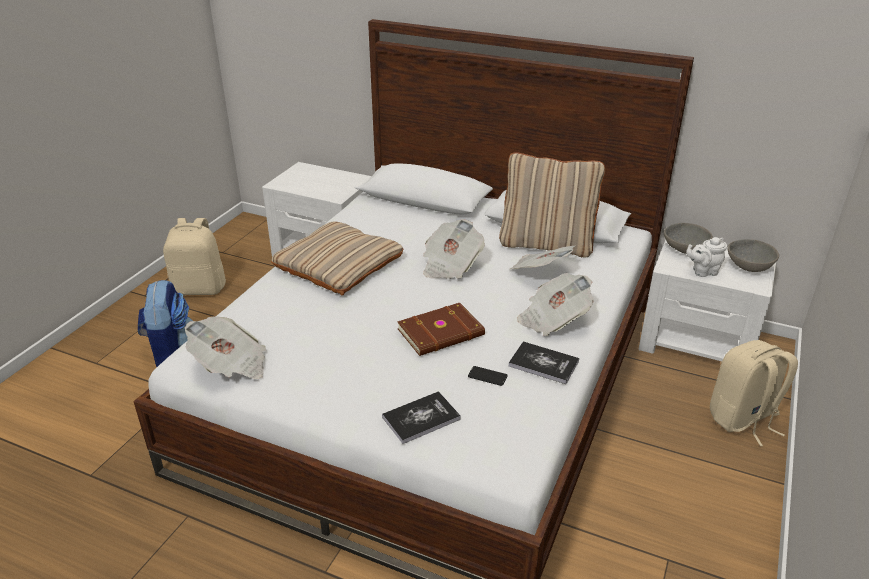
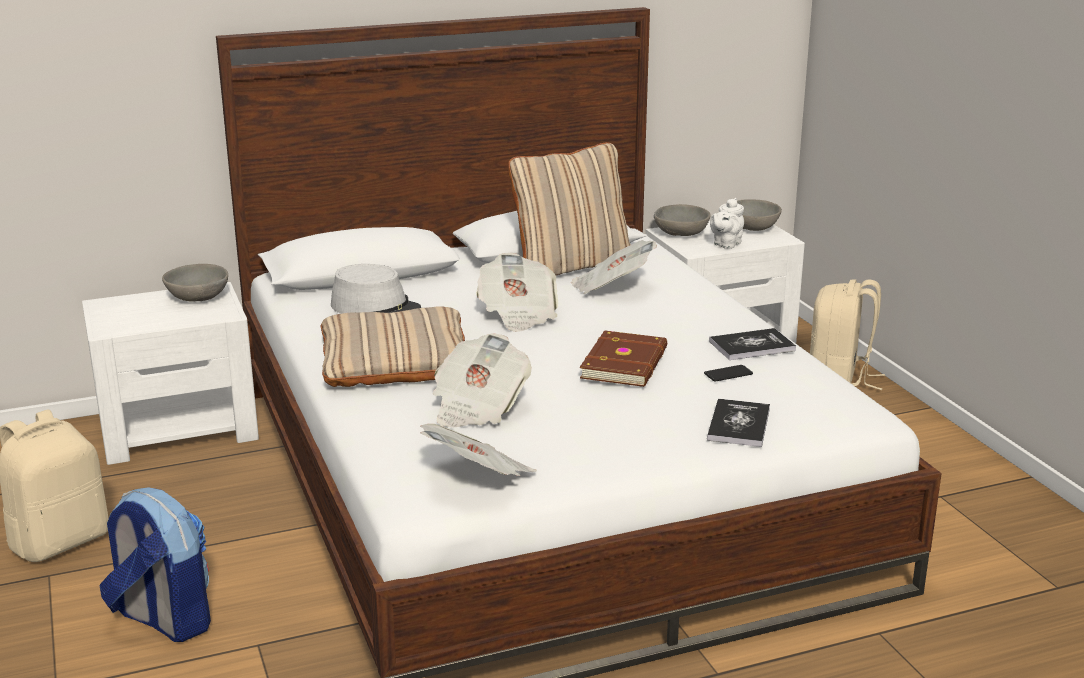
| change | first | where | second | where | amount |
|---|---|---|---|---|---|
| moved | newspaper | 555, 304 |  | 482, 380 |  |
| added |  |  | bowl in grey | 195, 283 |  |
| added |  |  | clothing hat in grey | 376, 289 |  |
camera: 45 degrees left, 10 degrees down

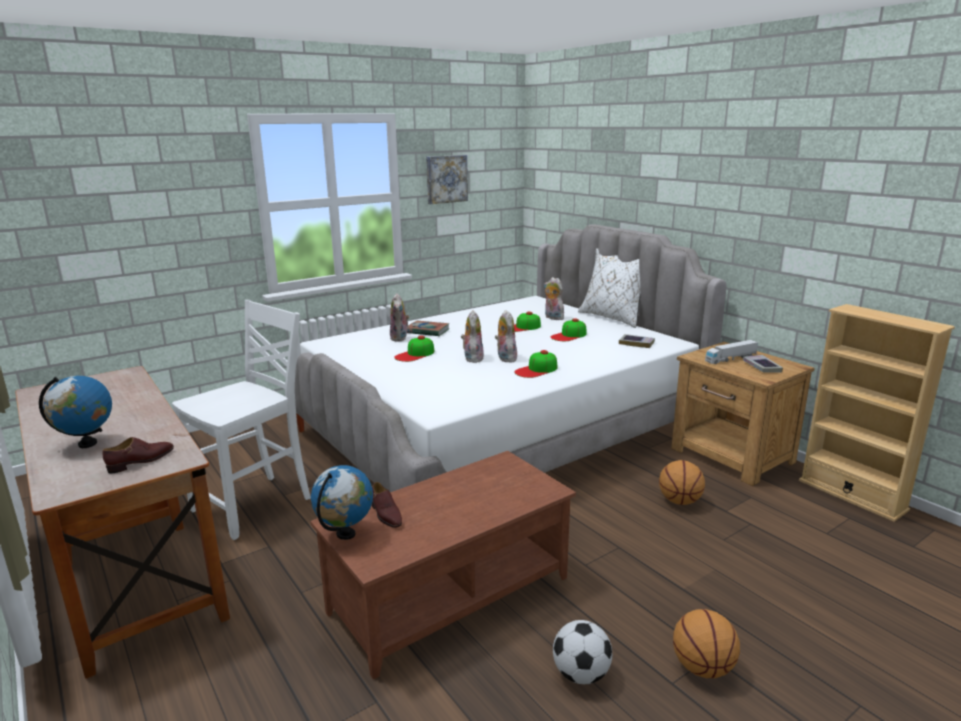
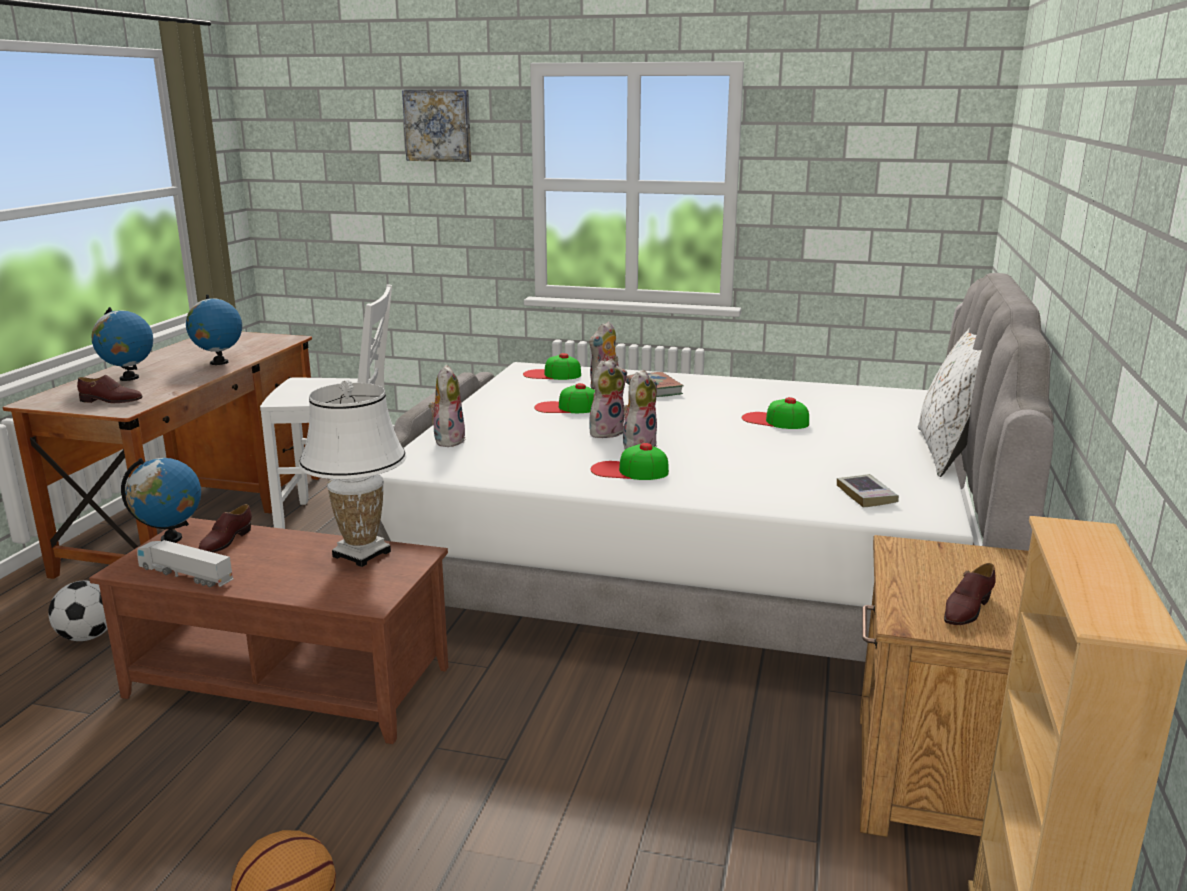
| change | first | where | second | where | amount |
|---|---|---|---|---|---|
| moved | wall art | 447, 179 |  | 436, 126 |  |
| moved | cuddly toy | 554, 298 |  | 447, 406 |  |
| moved | baseball cap | 568, 329 |  | 552, 366 |  |
| moved | football | 582, 652 |  | 77, 611 |  |
| removed | ball for basketball | 682, 482 |  |  |  |
| moved | model truck | 731, 352 |  | 185, 563 |  |
| replaced | book | 763, 364 | shoe in brown | 970, 594 |  |
| added |  |  | globe | 214, 330 |  |
| added |  |  | table lamp in white-coloured | 353, 473 |  |
camera: 50 degrees right, 0 degrees up

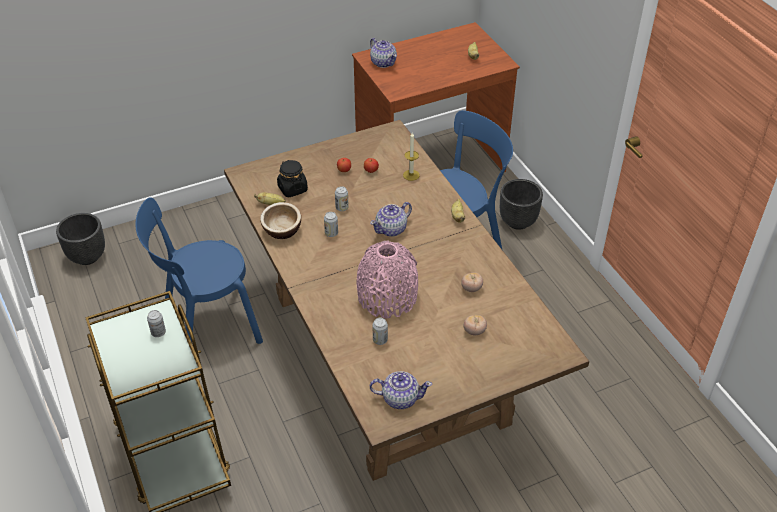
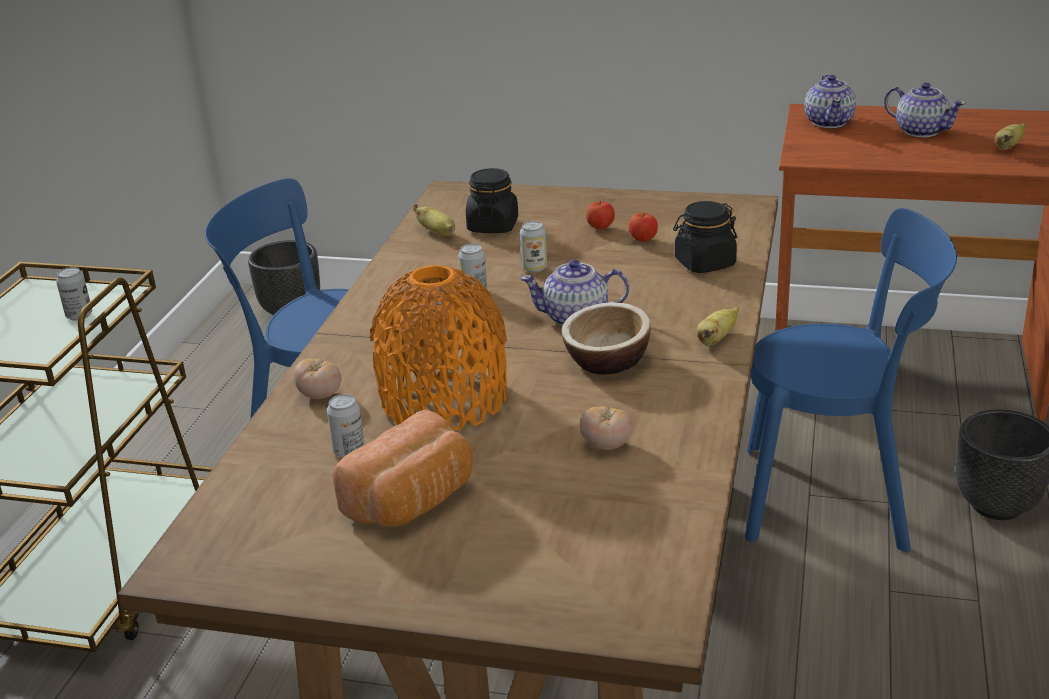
| change | first | where | second | where | amount |
|---|---|---|---|---|---|
| moved | bowl | 280, 220 |  | 606, 338 |  |
| recoloured | vase in pink | 387, 280 | vase in orange | 438, 348 |  |
| moved | tea pot | 401, 390 |  | 925, 110 |  |
| replaced | wax light | 411, 157 | preserve jar in blackish | 705, 237 |  |
| moved | whole tomato | 475, 325 |  | 317, 378 |  |
| added |  |  | bakery bread | 403, 468 |  |
camera: 40 degrees right, 15 degrees down

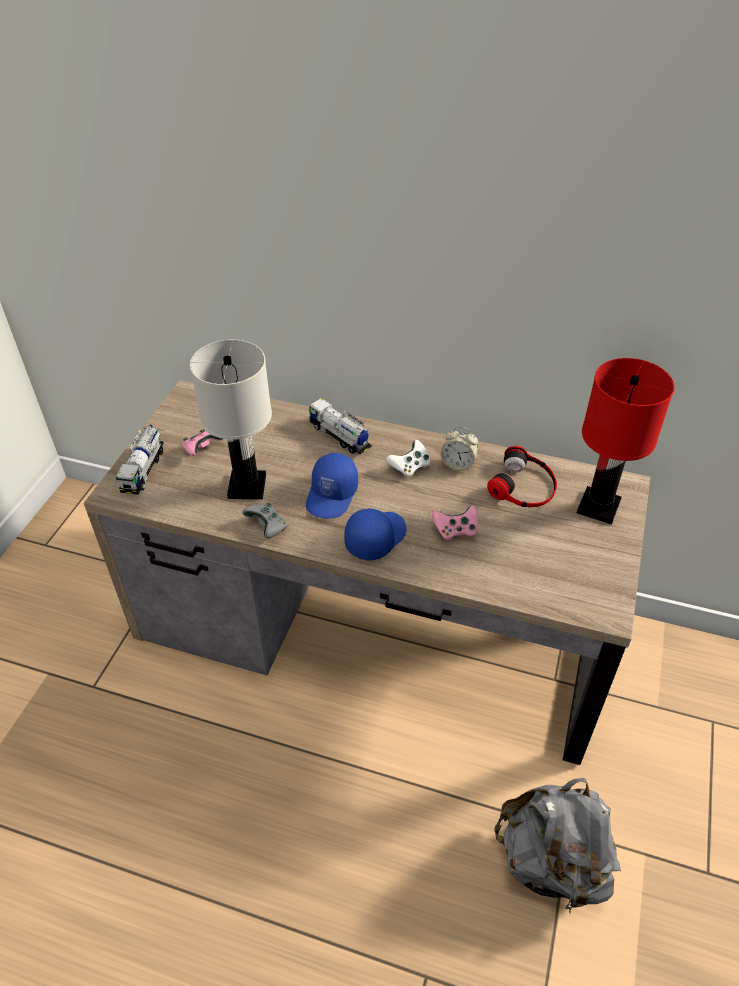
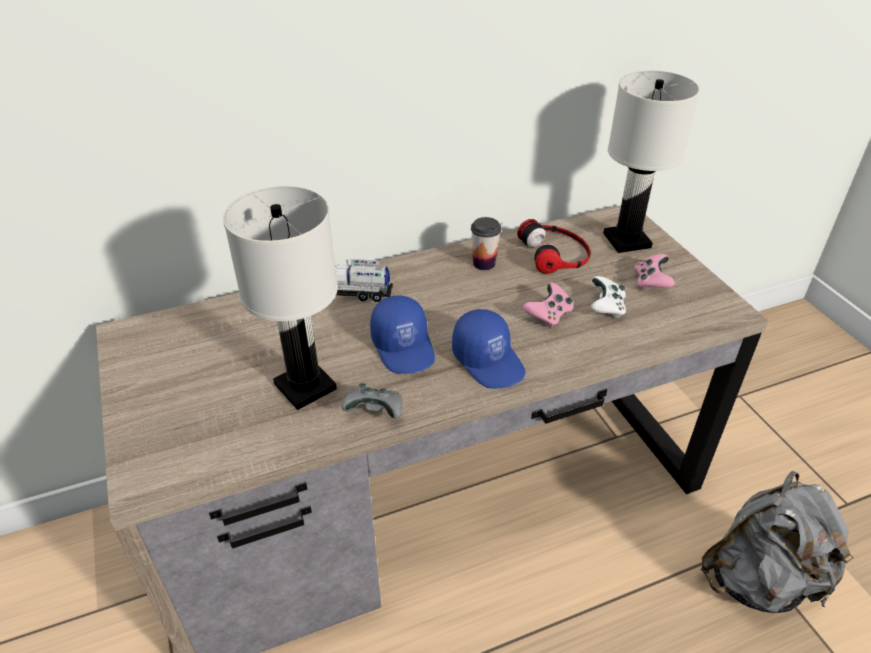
| change | first | where | second | where | amount |
|---|---|---|---|---|---|
| removed | model truck | 139, 460 |  |  |  |
| moved | joypad in pink | 202, 442 |  | 654, 272 |  |
| turned | baseball cap in blue-coloured | 375, 534 |  | 488, 349 | 150 degrees clockwise |
| moved | joypad in white-coloured | 408, 459 |  | 608, 297 |  |
| replaced | alarm clock | 459, 449 | cup | 486, 243 |  |
| recoloured | table lamp in red | 625, 441 | table lamp in white-coloured | 651, 161 |  |
camera: 40 degrees left, 5 degrees down

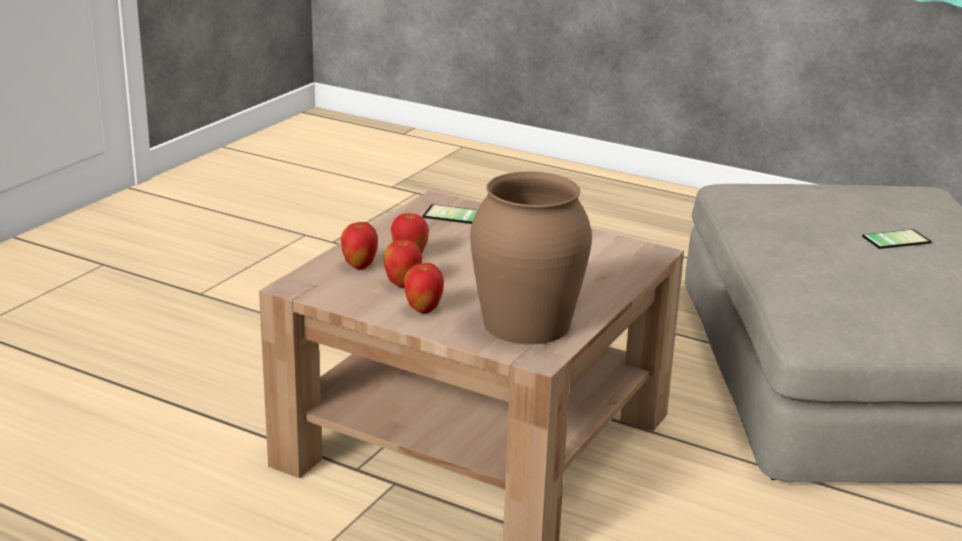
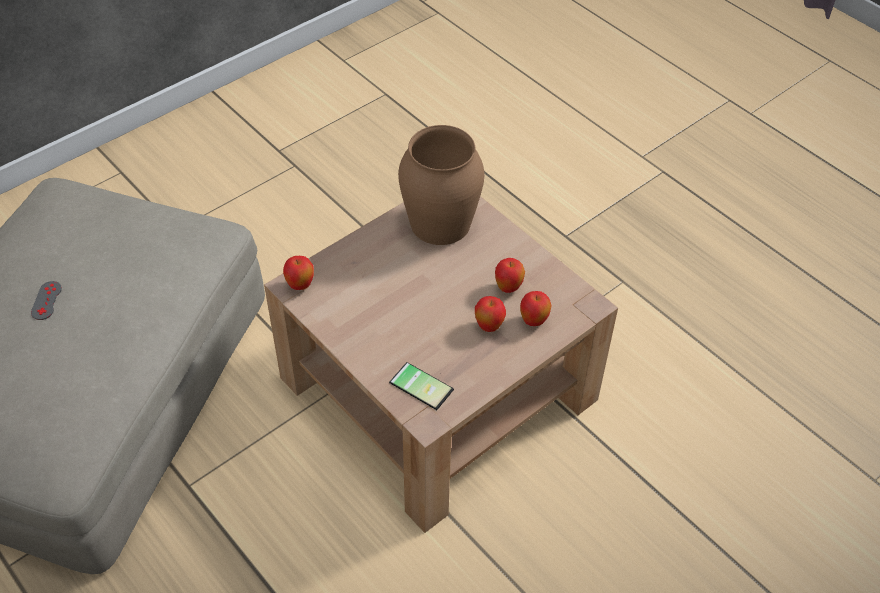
| change | first | where | second | where | amount |
|---|---|---|---|---|---|
| moved | apple | 424, 288 |  | 298, 273 |  |
| replaced | phone | 897, 239 | joypad in grey | 46, 300 |  |
camera: 160 degrees left, 25 degrees up

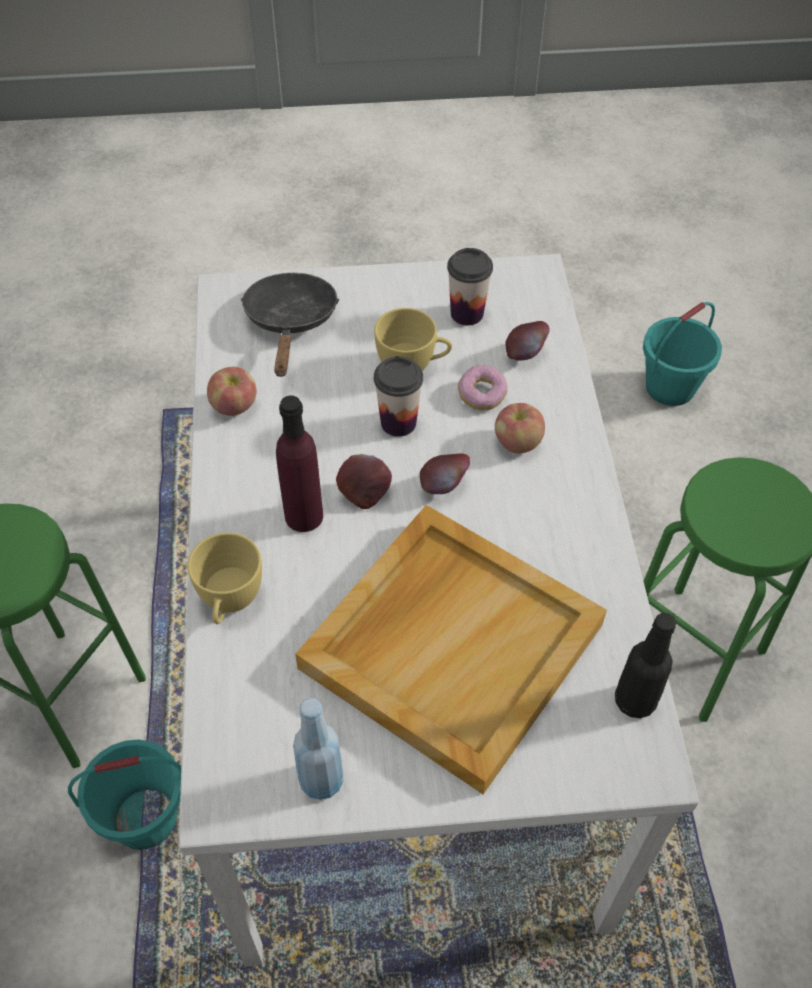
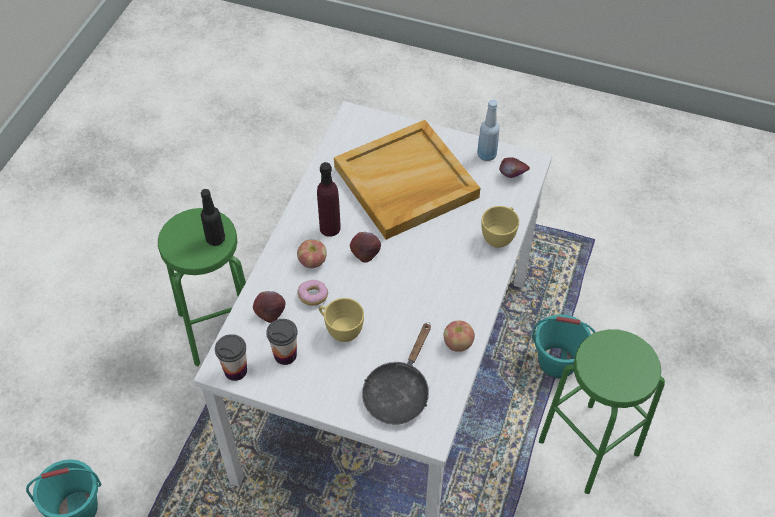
| change | first | where | second | where | amount |
|---|---|---|---|---|---|
| moved | beverage bottle in purplish | 299, 463 |  | 329, 199 |  |
| moved | apple | 364, 481 |  | 514, 167 |  |
| moved | cup | 398, 396 |  | 231, 357 |  |
| moved | beverage bottle in blackish | 645, 665 |  | 213, 217 |  |
camera: 155 degrees left, 0 degrees up

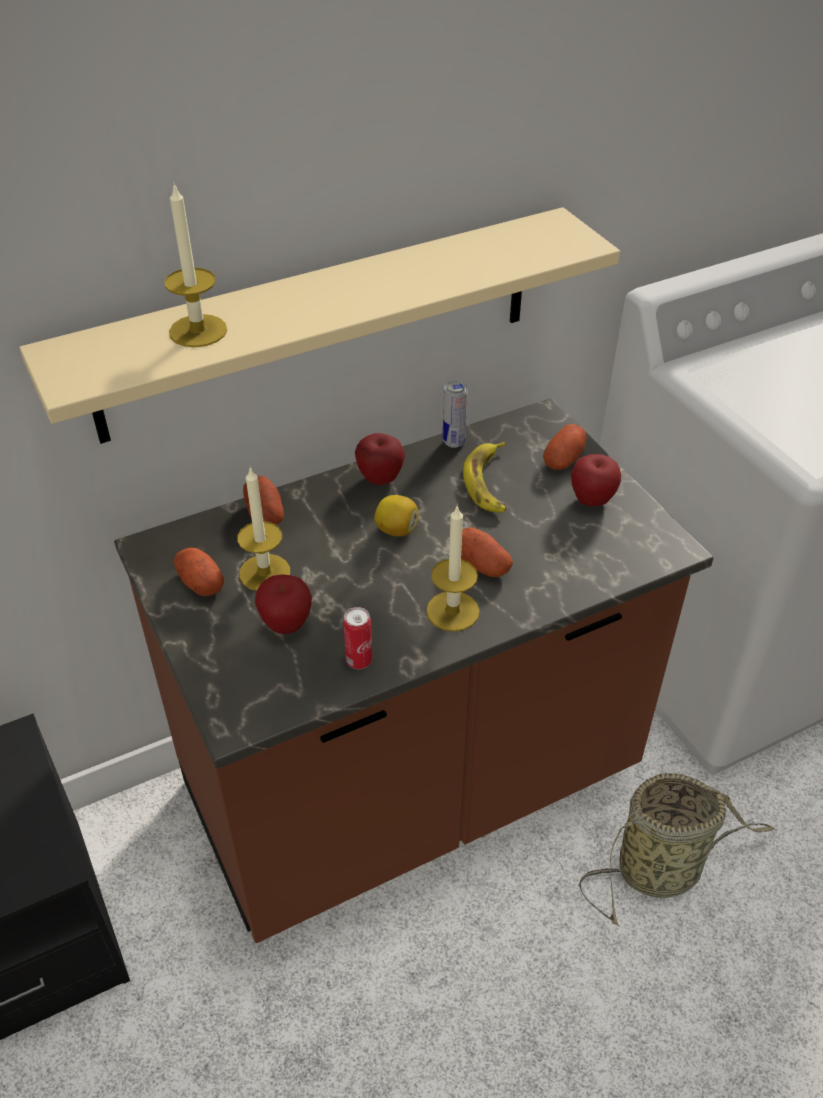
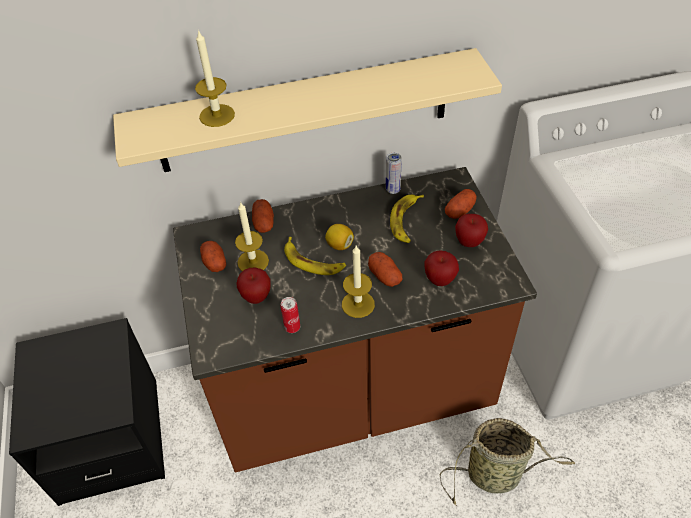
| change | first | where | second | where | amount |
|---|---|---|---|---|---|
| moved | apple | 380, 459 |  | 441, 268 |  |
| added |  |  | whole banana | 315, 256 |  |
camera: 15 degrees right, 5 degrees up

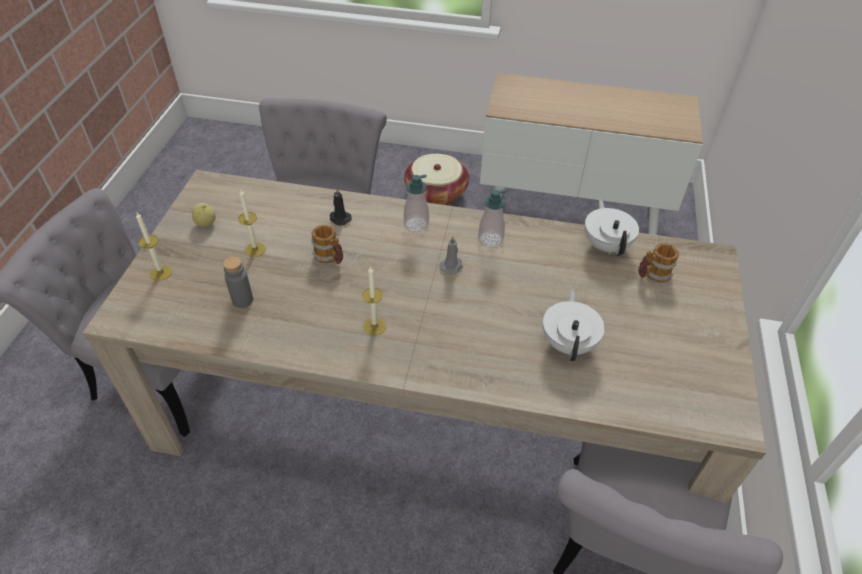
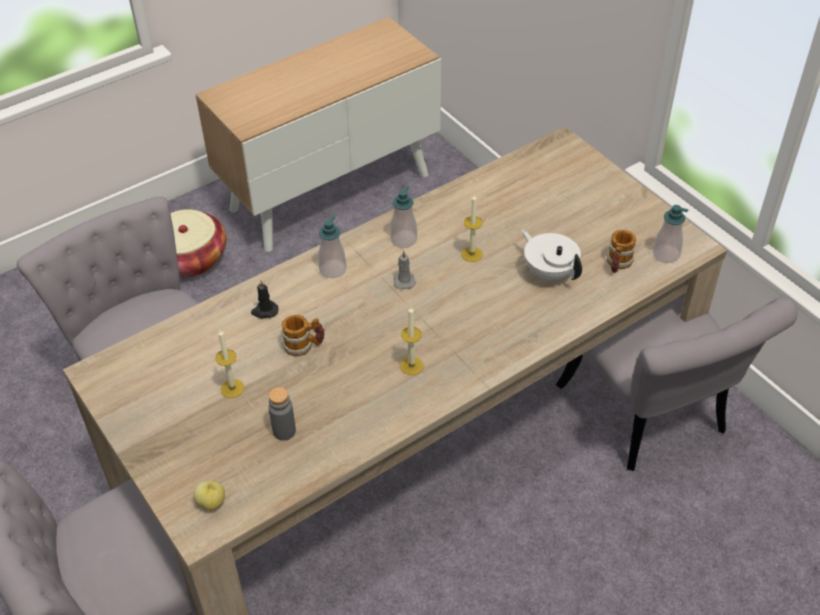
| change | first | where | second | where | amount |
|---|---|---|---|---|---|
| moved | wax light | 154, 247 |  | 472, 228 |  |
| moved | apple | 204, 215 |  | 209, 496 |  |
| removed | tea pot in white-coloured | 612, 227 |  |  |  |
| moved | coffee mug | 658, 263 |  | 621, 251 |  |
| added |  |  | liquid soap bottle | 670, 234 |  |
camera: 45 degrees left, 0 degrees up

